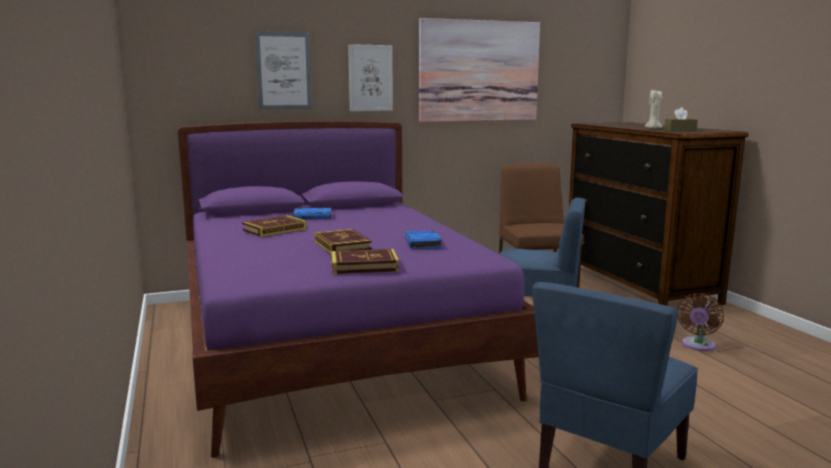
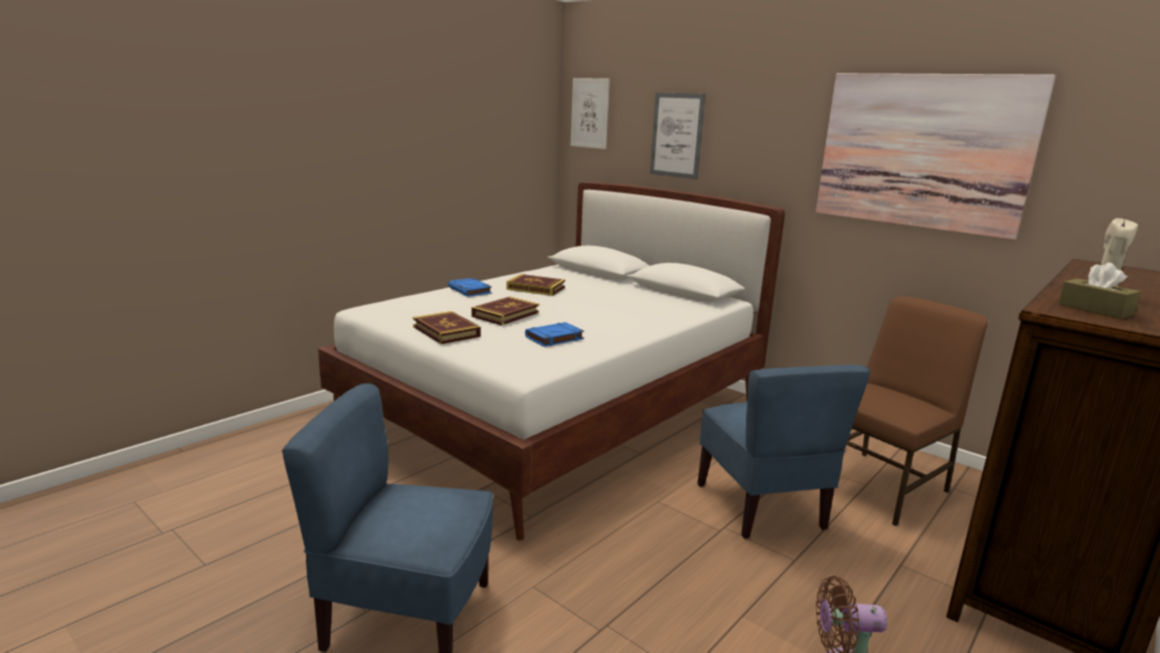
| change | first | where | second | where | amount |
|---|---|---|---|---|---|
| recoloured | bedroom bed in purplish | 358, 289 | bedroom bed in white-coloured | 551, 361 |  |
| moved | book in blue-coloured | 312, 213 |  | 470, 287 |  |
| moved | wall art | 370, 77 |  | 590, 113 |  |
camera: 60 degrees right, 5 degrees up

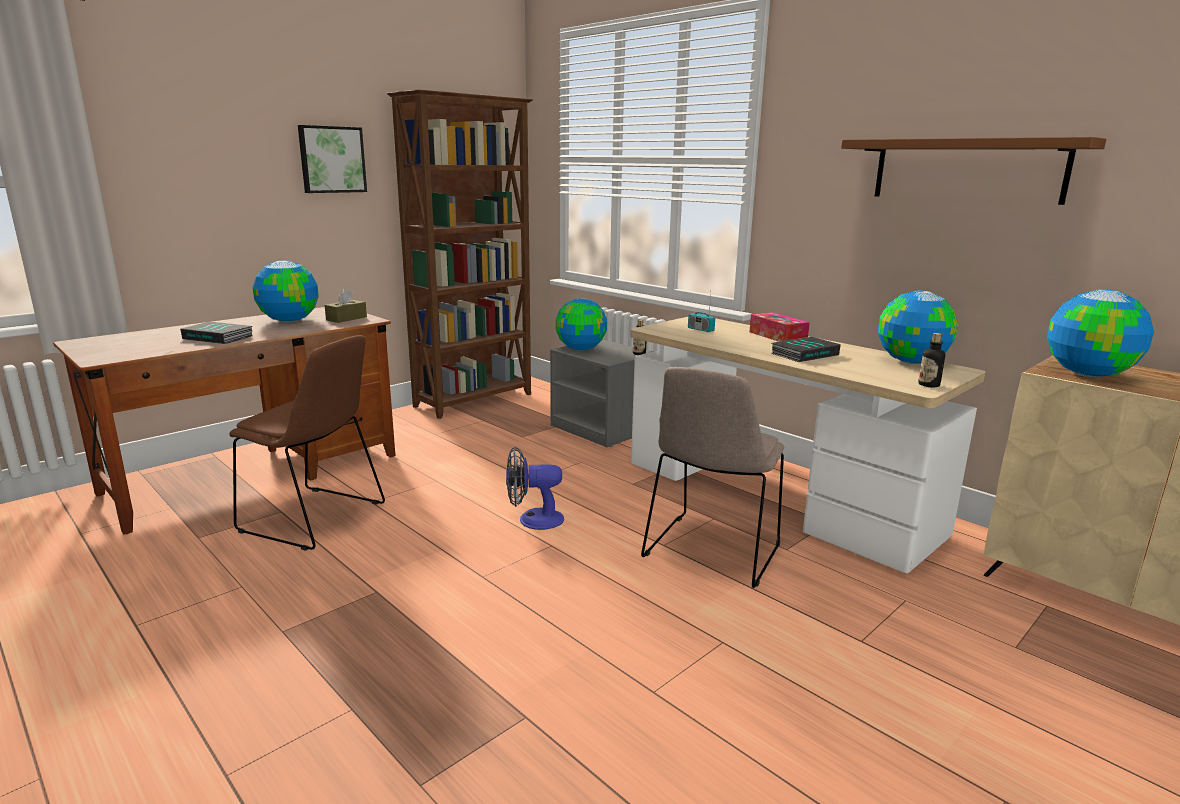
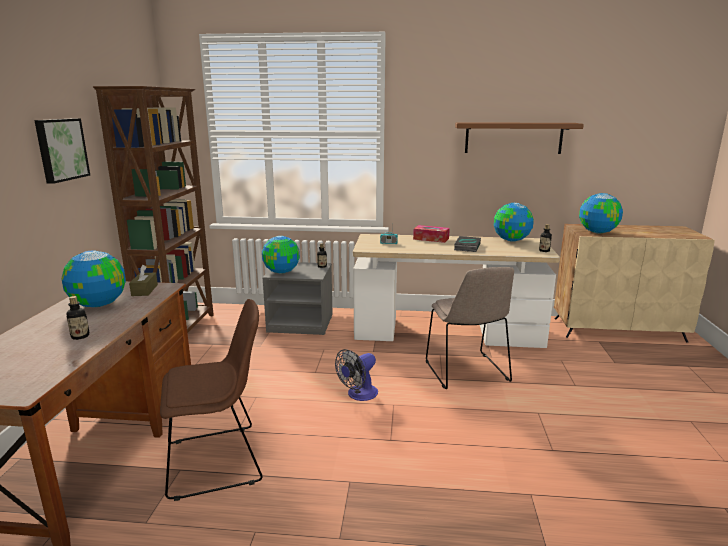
| change | first | where | second | where | amount |
|---|---|---|---|---|---|
| replaced | book | 216, 333 | beverage bottle | 78, 318 |  |
camera: 40 degrees left, 0 degrees up

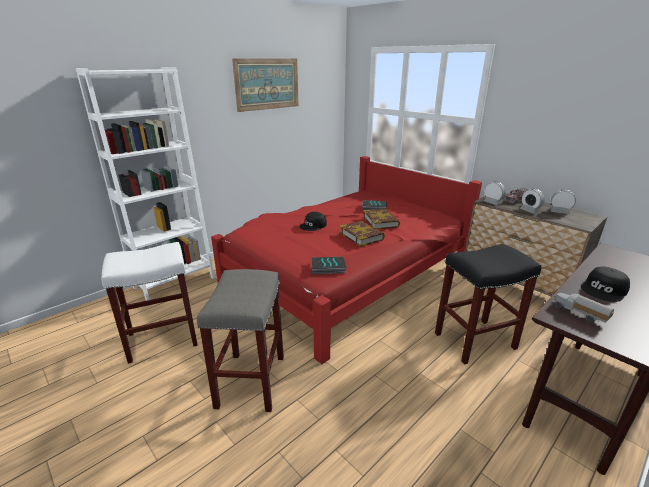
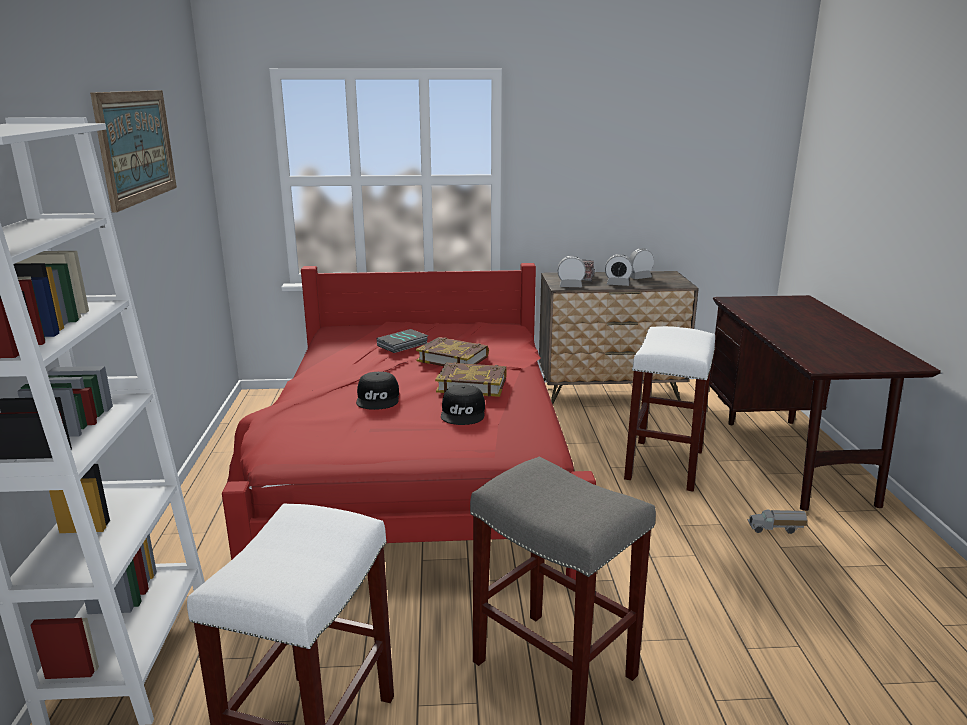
| change | first | where | second | where | amount |
|---|---|---|---|---|---|
| removed | book | 329, 265 |  |  |  |
| recoloured | stool seat in blackish | 488, 304 | stool seat in white-coloured | 669, 409 |  |
| moved | model truck | 583, 307 |  | 777, 521 |  |
| moved | baseball cap in blackish | 605, 284 |  | 463, 405 |  |
camera: 50 degrees left, 5 degrees down

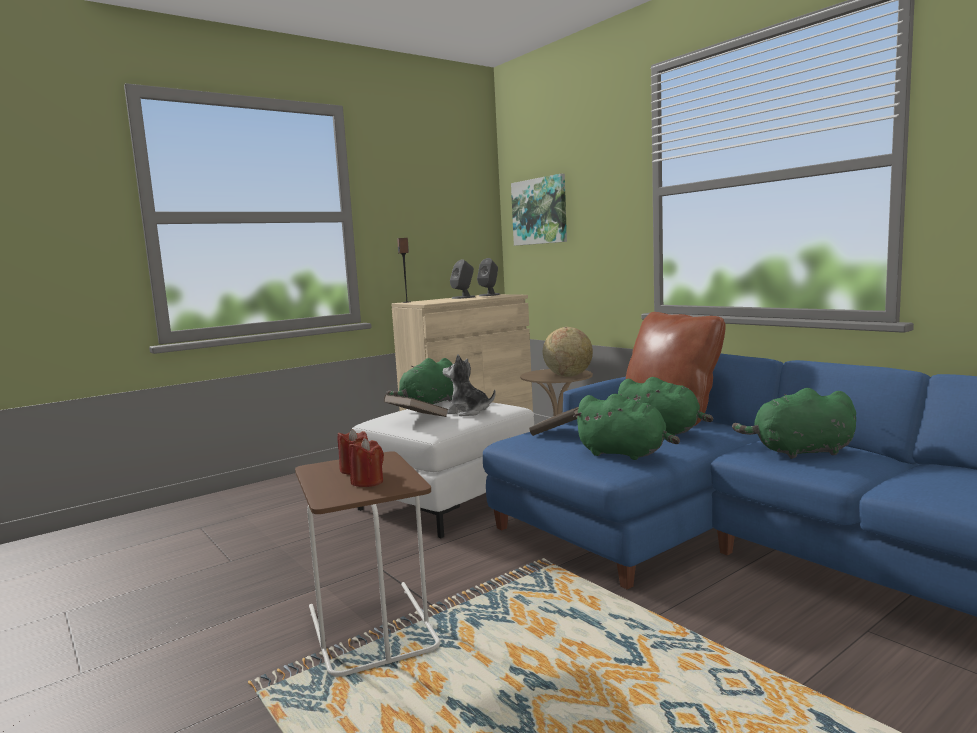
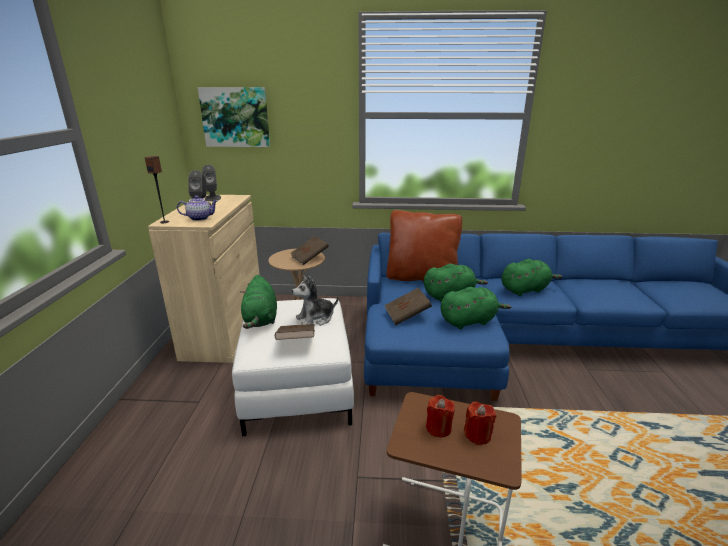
| change | first | where | second | where | amount |
|---|---|---|---|---|---|
| replaced | globe | 568, 352 | book in brown | 309, 250 |  |
| turned | cuddly toy in green | 794, 423 |  | 531, 277 | 150 degrees counterclockwise |
| added |  |  | tea pot | 197, 208 |  |
camera: 50 degrees left, 15 degrees up

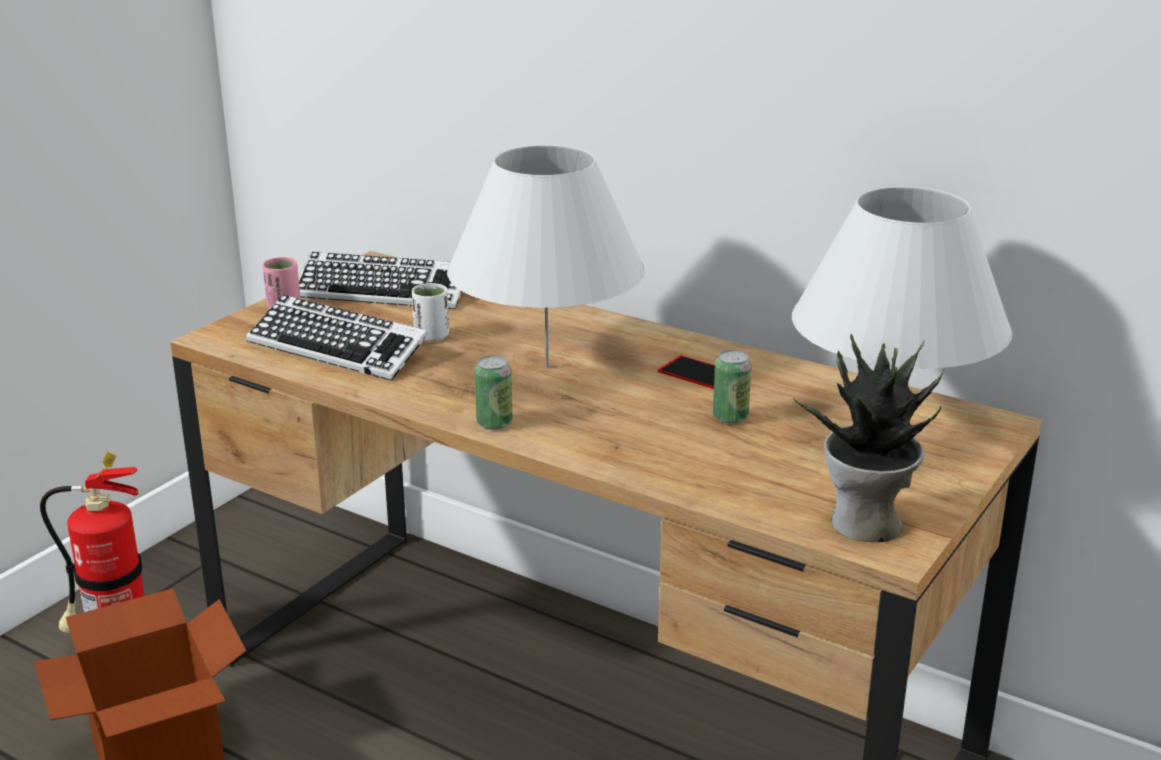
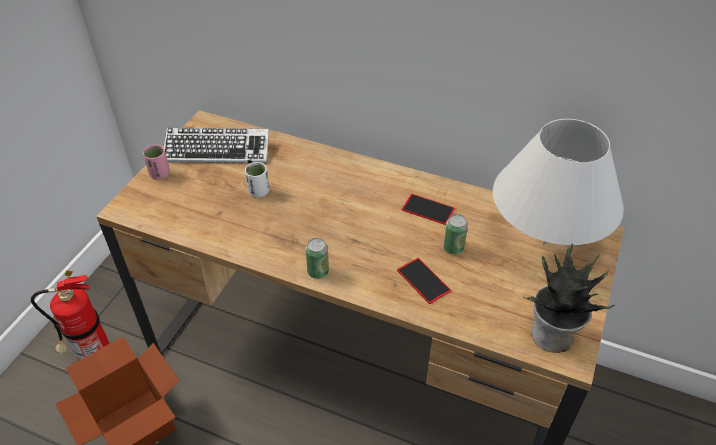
| change | first | where | second | where | amount |
|---|---|---|---|---|---|
| removed | computer keyboard | 337, 338 |  |  |  |
| removed | table lamp in white-coloured | 546, 256 |  |  |  |
| added |  |  | phone | 424, 281 |  |
camera: 10 degrees left, 20 degrees up

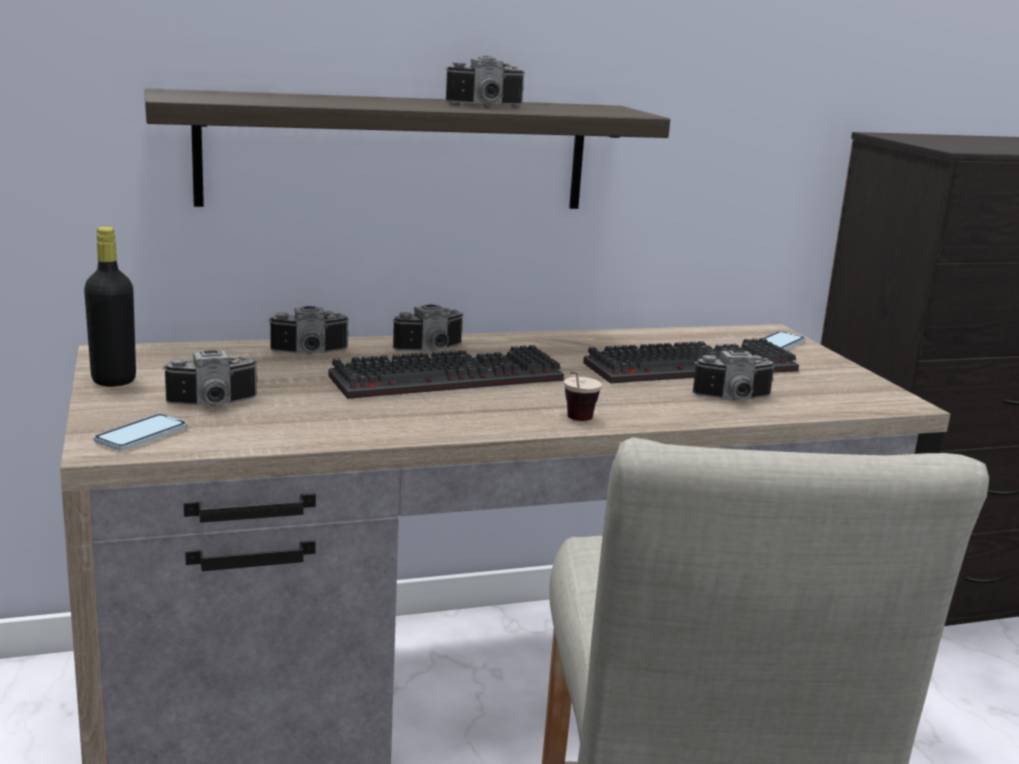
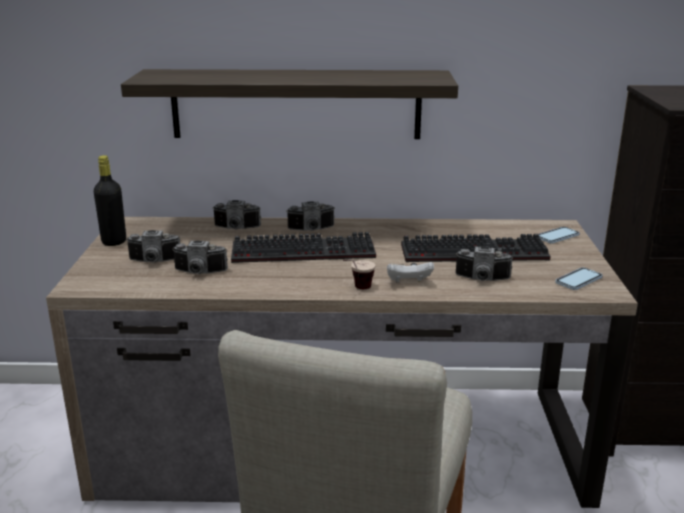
| change | first | where | second | where | amount |
|---|---|---|---|---|---|
| moved | phone | 140, 432 |  | 579, 279 |  |
| moved | still camera | 485, 81 |  | 200, 257 |  |
| added |  |  | joypad in white-coloured | 410, 272 |  |
camera: 20 degrees right, 5 degrees up

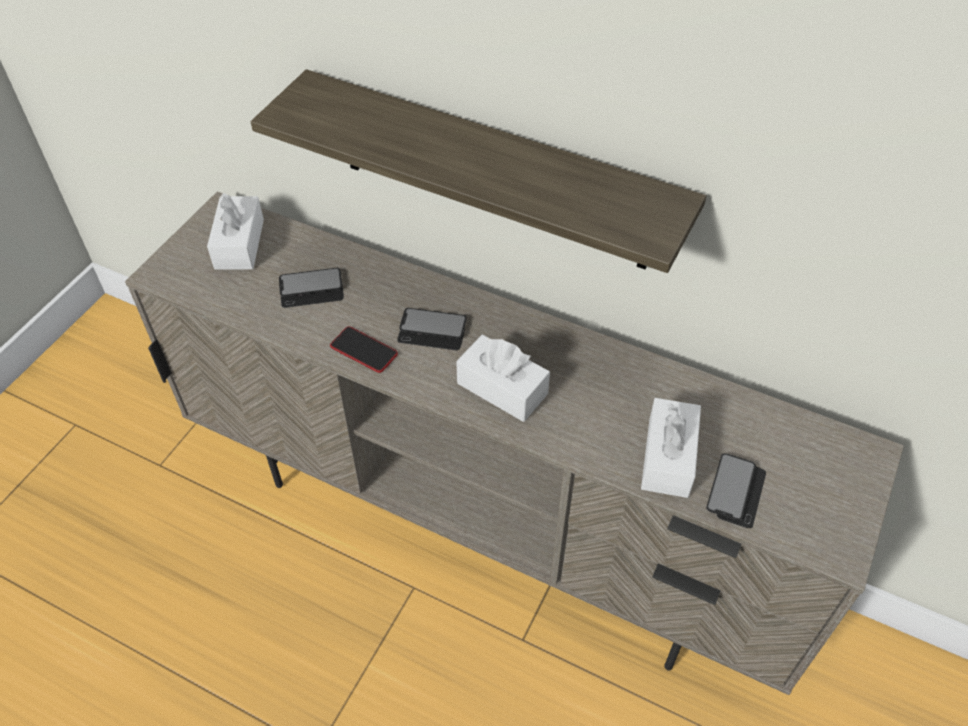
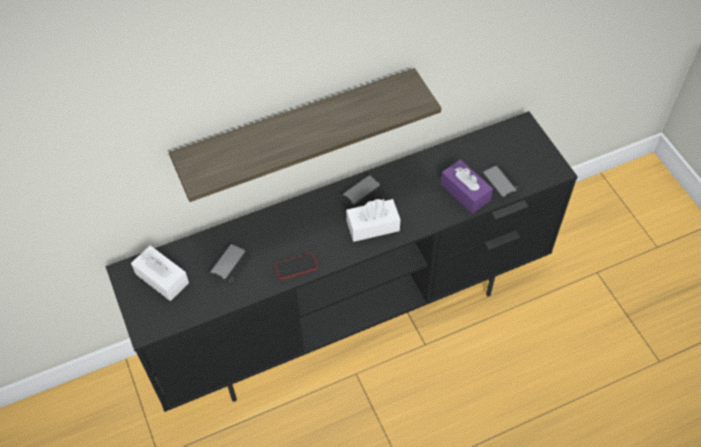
| change | first | where | second | where | amount |
|---|---|---|---|---|---|
| recoloured | tv stand in beige-coloured | 514, 443 | tv stand in blackish | 342, 261 |  |
| moved | phone | 432, 329 |  | 363, 191 |  |
| recoloured | tissue holder in white-coloured | 671, 448 | tissue holder in purplish | 467, 186 |  |
camera: 50 degrees left, 5 degrees up

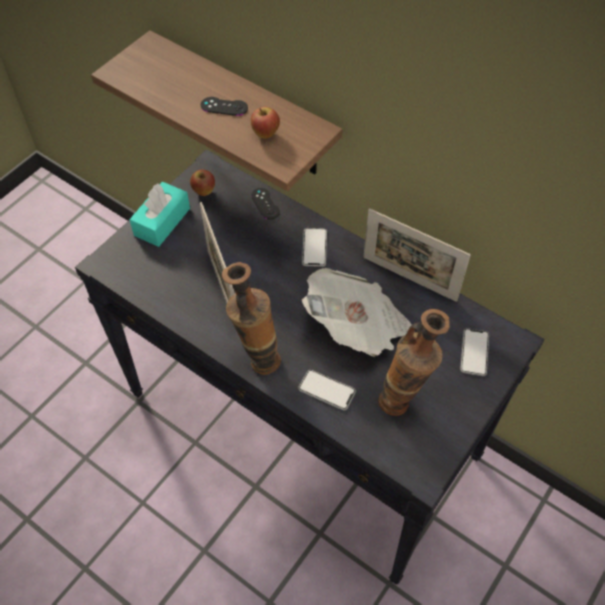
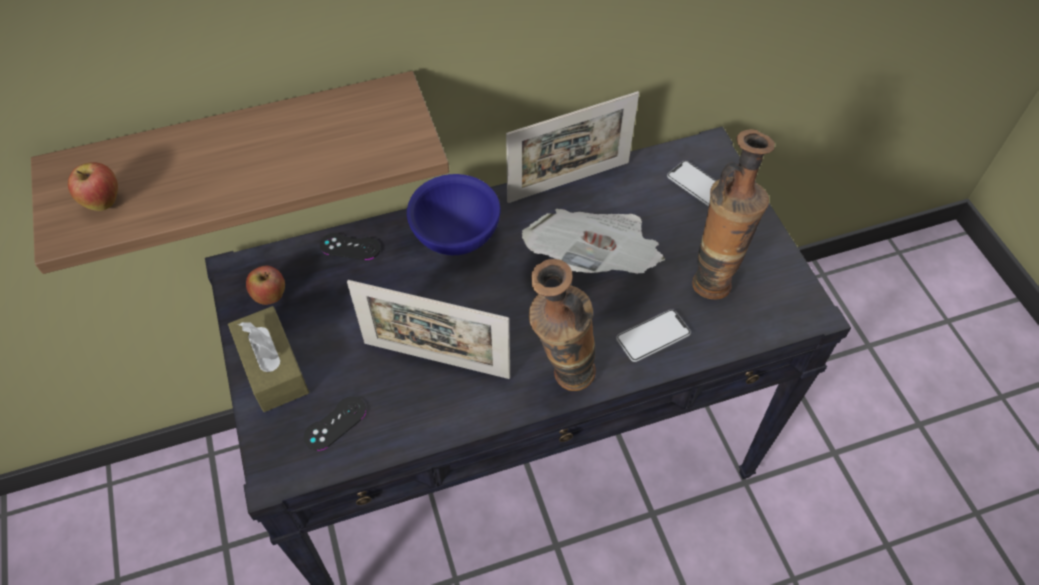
| change | first | where | second | where | amount |
|---|---|---|---|---|---|
| recoloured | tissue holder in blue-green | 159, 214 | tissue holder in brown | 268, 359 |  |
| moved | joypad in blackish | 224, 106 |  | 335, 424 |  |
| moved | apple | 265, 123 |  | 93, 186 |  |
| replaced | phone | 314, 247 | bowl in blue-coloured | 454, 214 |  |
camera: 55 degrees left, 0 degrees up

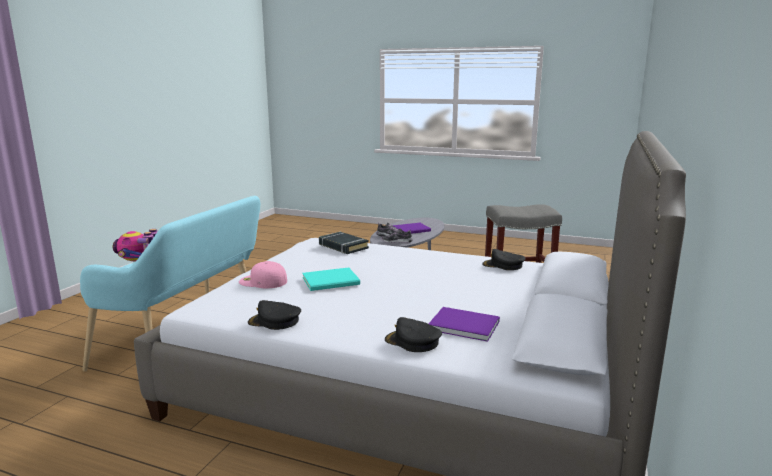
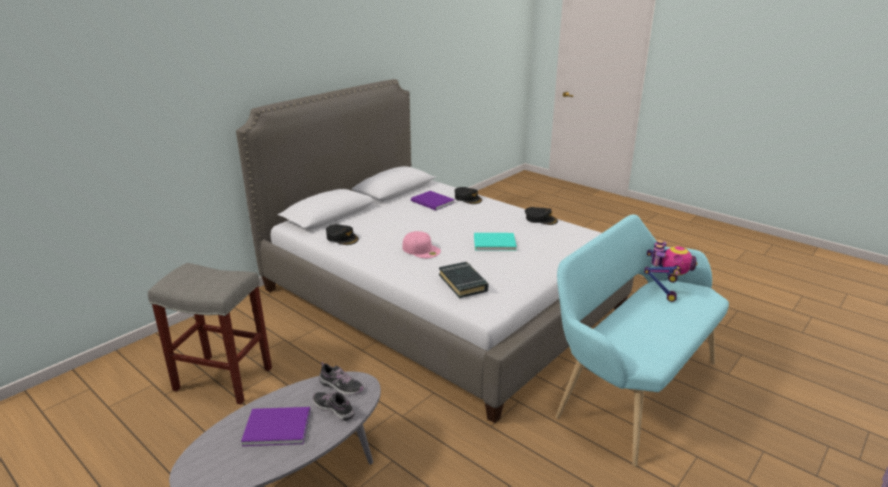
| change | first | where | second | where | amount |
|---|---|---|---|---|---|
| moved | baseball cap in pink | 263, 274 |  | 421, 244 |  |
camera: 160 degrees left, 10 degrees up

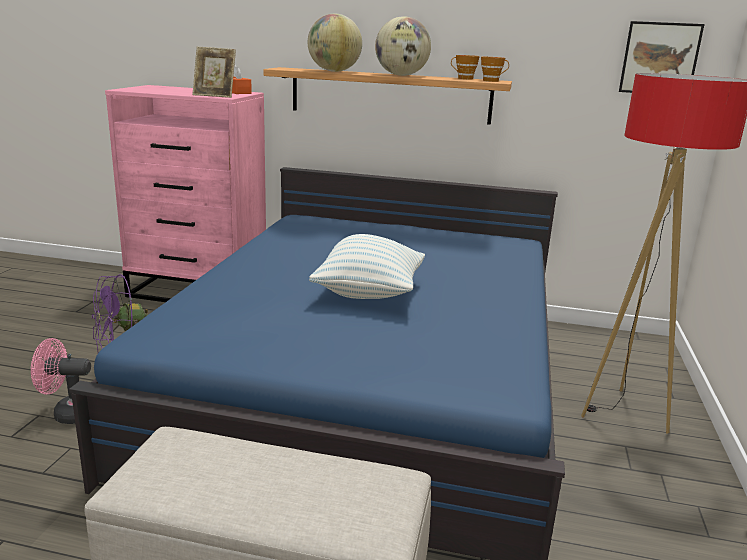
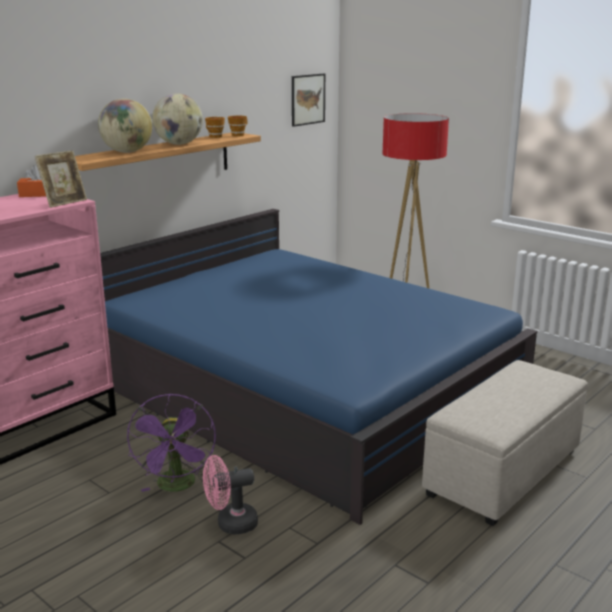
| change | first | where | second | where | amount |
|---|---|---|---|---|---|
| turned | fan in pink | 61, 381 |  | 230, 495 | 45 degrees clockwise |
| removed | throw pillow | 367, 266 |  |  |  |
camera: 60 degrees left, 0 degrees up

